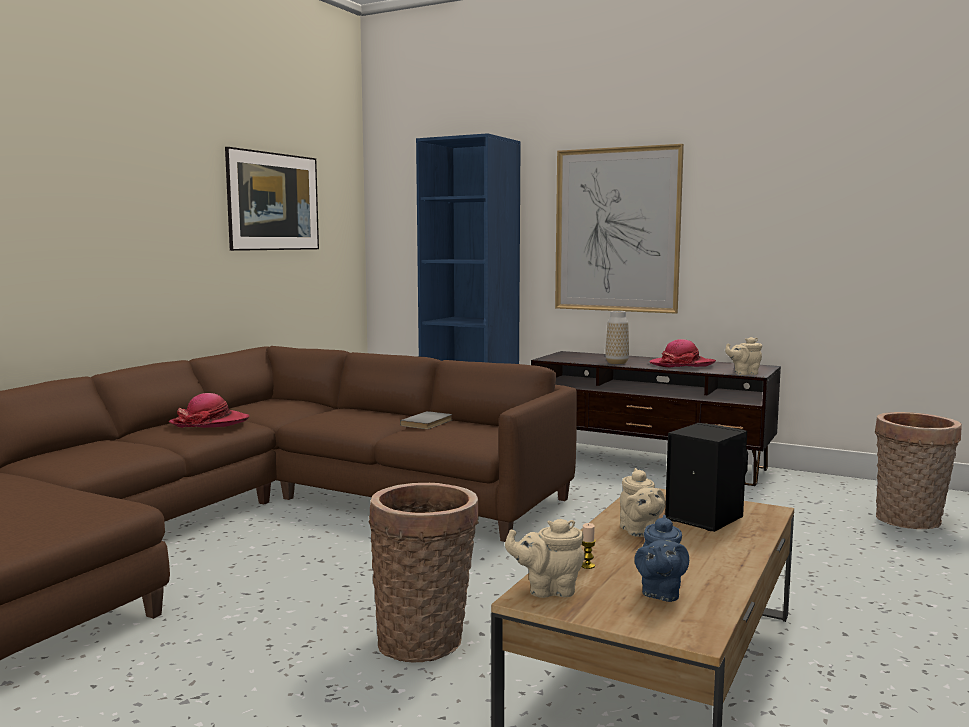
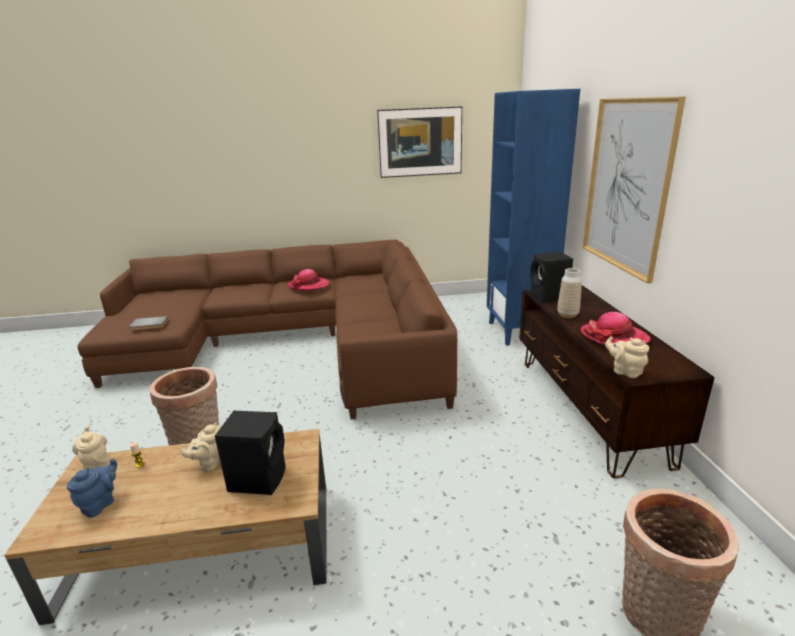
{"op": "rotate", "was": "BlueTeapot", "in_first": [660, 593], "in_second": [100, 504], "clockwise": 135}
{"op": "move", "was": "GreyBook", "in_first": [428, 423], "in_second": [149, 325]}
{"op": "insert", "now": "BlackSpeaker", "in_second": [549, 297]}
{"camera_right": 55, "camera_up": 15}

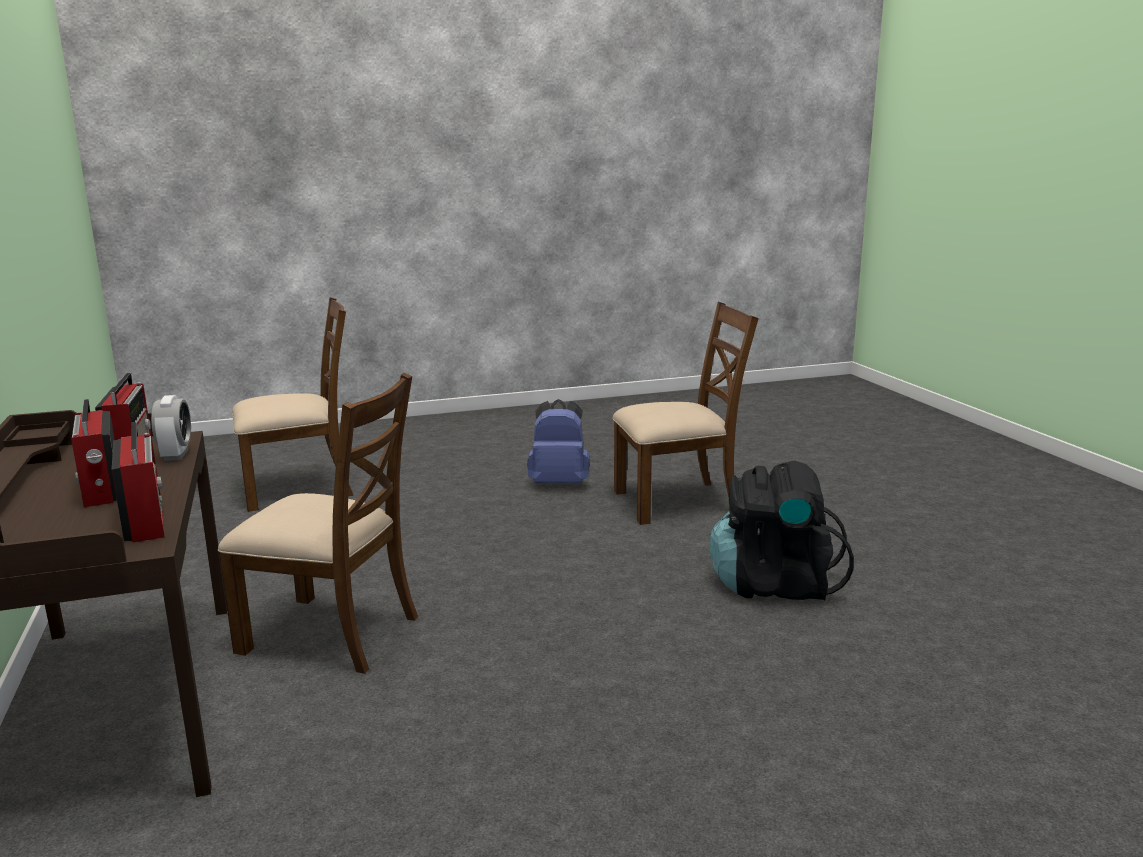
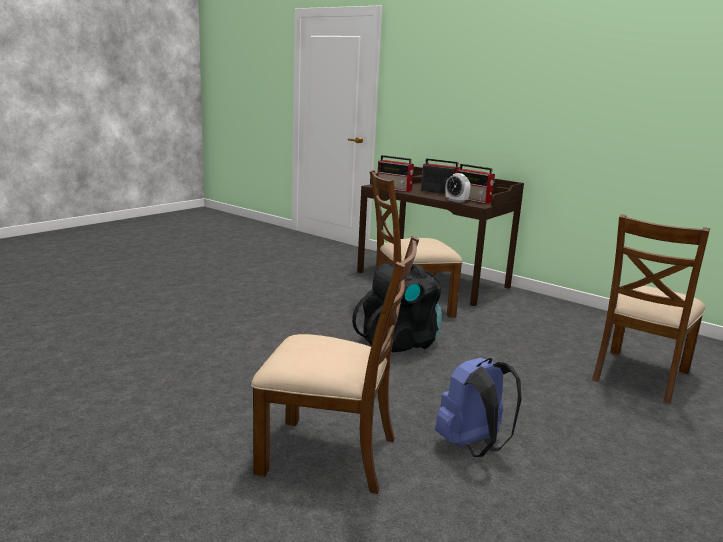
{"op": "rotate", "was": "BrownChair", "in_first": [677, 501], "in_second": [330, 454], "clockwise": -120}
{"op": "move", "was": "BlackBackpack", "in_first": [773, 585], "in_second": [399, 342]}
{"camera_right": 145, "camera_up": 0}

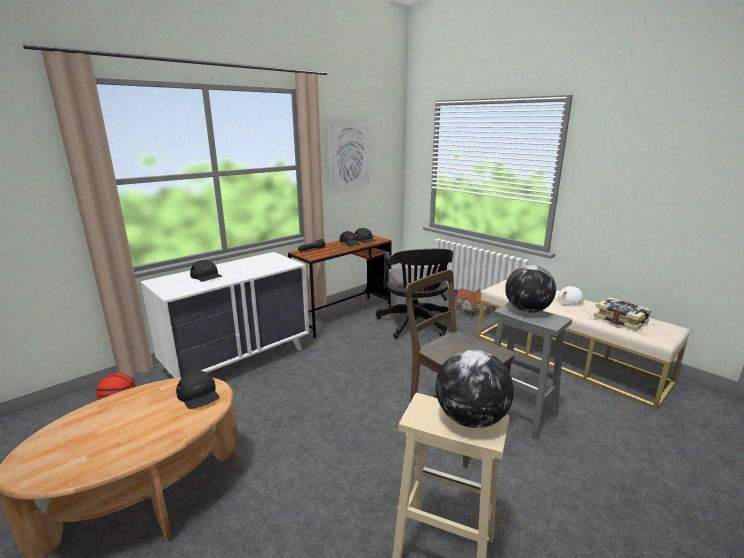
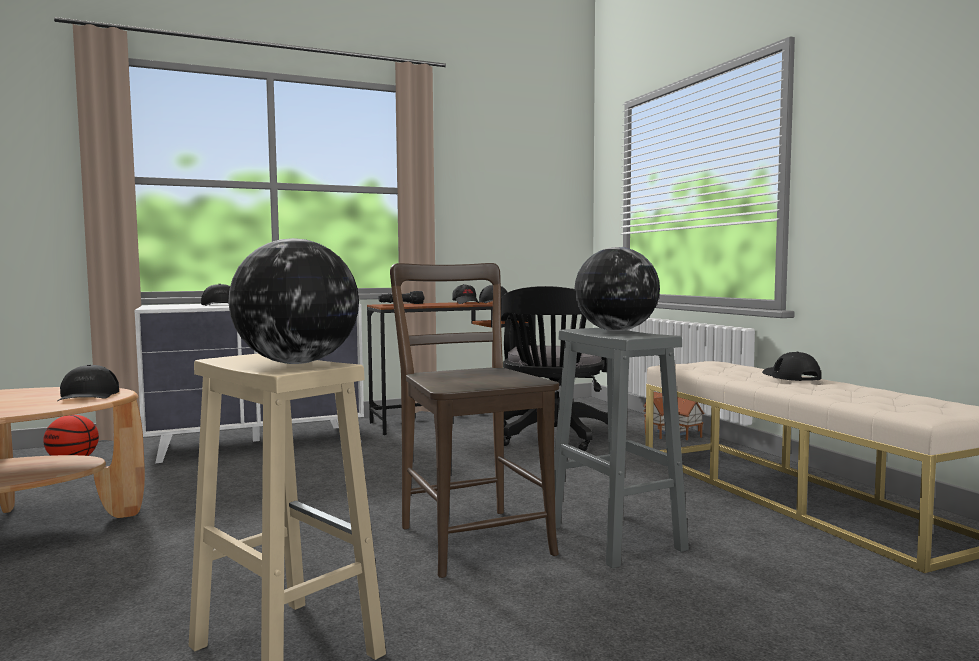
{"op": "recolor", "was": "WhiteCap", "now": "BlackCap", "in_first": [566, 298], "in_second": [790, 376]}
{"op": "delete", "was": "Picture", "in_first": [348, 155]}
{"op": "delete", "was": "Book", "in_first": [620, 320]}
{"camera_right": 20, "camera_up": -15}

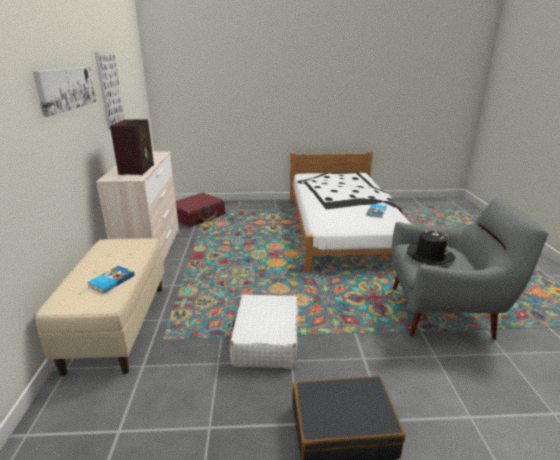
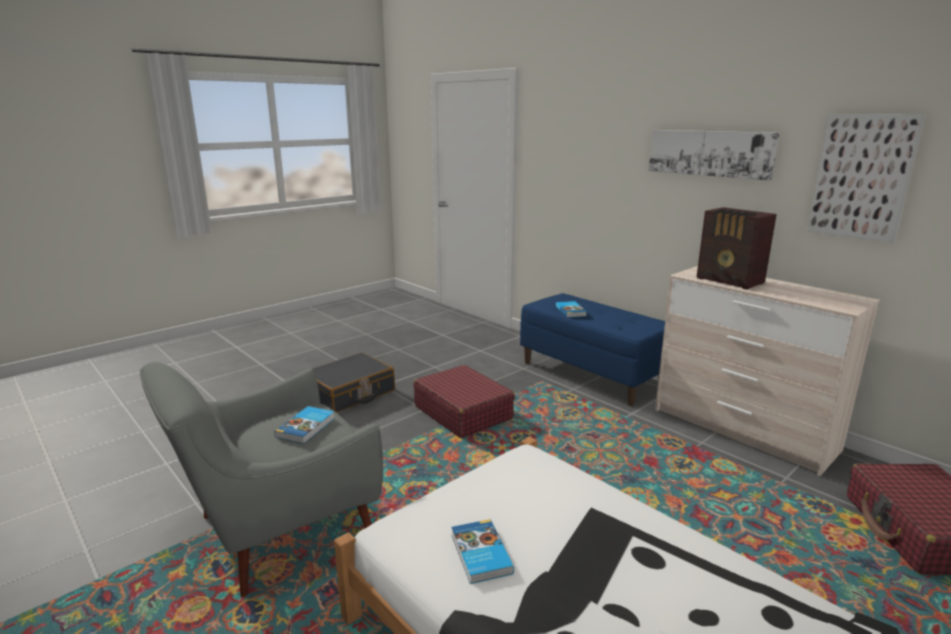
{"op": "replace", "was": "BlackHat", "now": "Book", "in_first": [429, 256], "in_second": [307, 427]}
{"op": "recolor", "was": "WhiteSuitcase", "now": "RedSuitcase", "in_first": [266, 340], "in_second": [463, 412]}
{"op": "recolor", "was": "BeigeBench", "now": "BlueBench", "in_first": [118, 325], "in_second": [592, 374]}
{"camera_right": 140, "camera_up": -5}

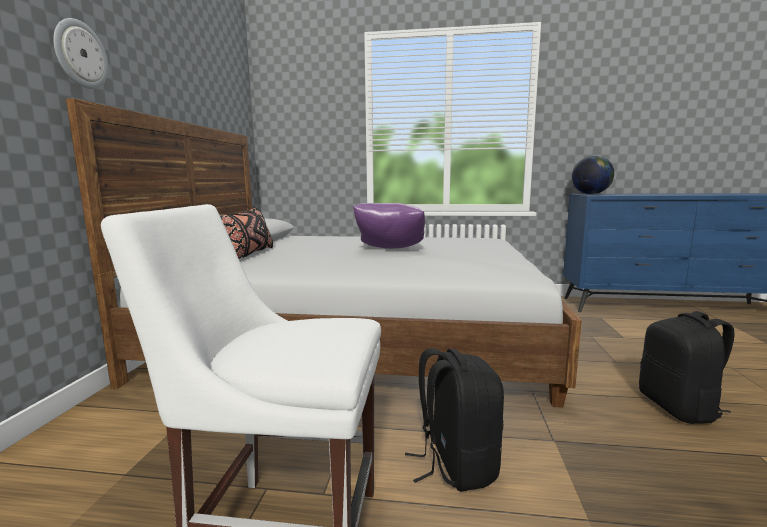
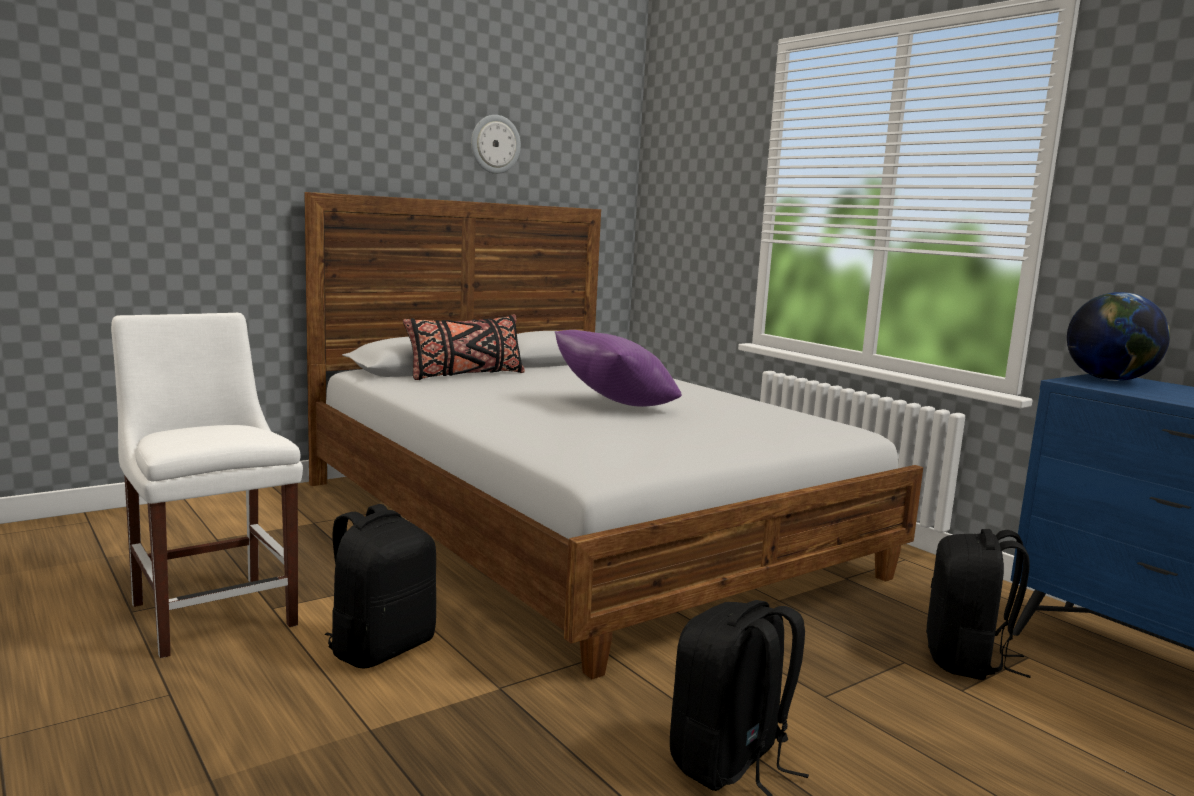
{"op": "move", "was": "WallClock", "in_first": [80, 54], "in_second": [495, 144]}
{"op": "insert", "now": "BlackBackpack", "in_second": [966, 660]}
{"camera_right": 45, "camera_up": 0}

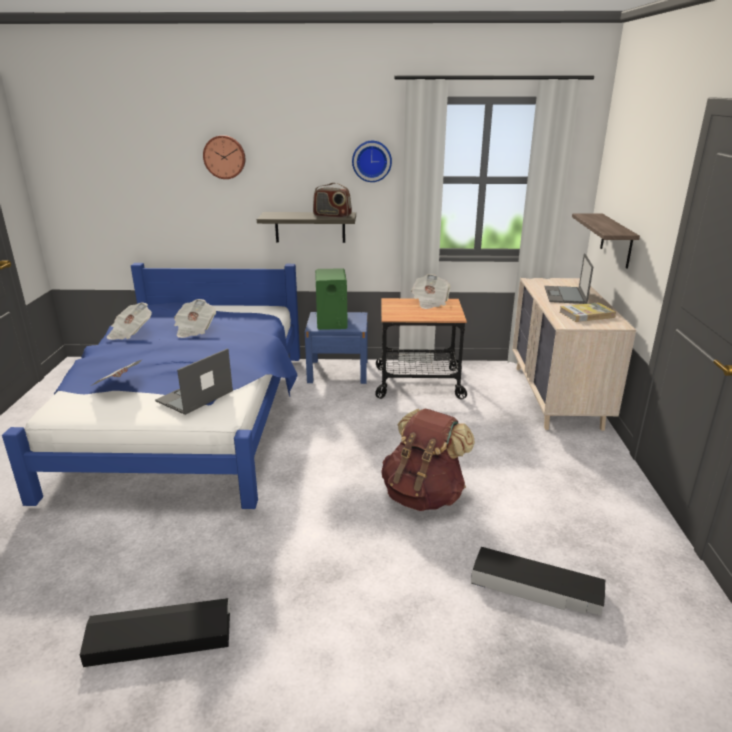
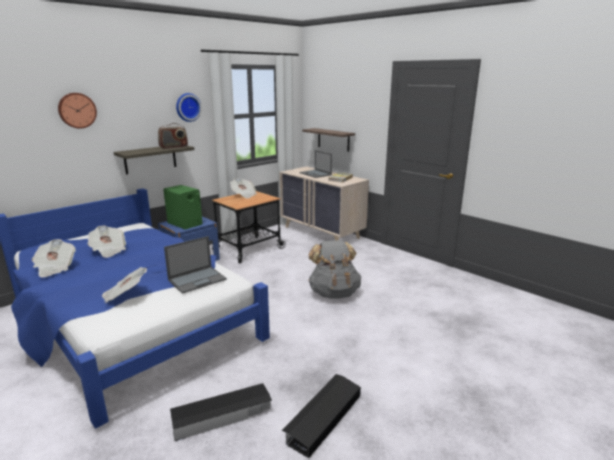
{"op": "rotate", "was": "Laptop", "in_first": [194, 396], "in_second": [198, 279], "clockwise": -120}
{"op": "move", "was": "BlackStorageBox", "in_first": [536, 588], "in_second": [222, 415]}
{"op": "recolor", "was": "BrownBackpack", "now": "GreyBackpack", "in_first": [423, 495], "in_second": [334, 293]}
{"camera_right": -45, "camera_up": -5}

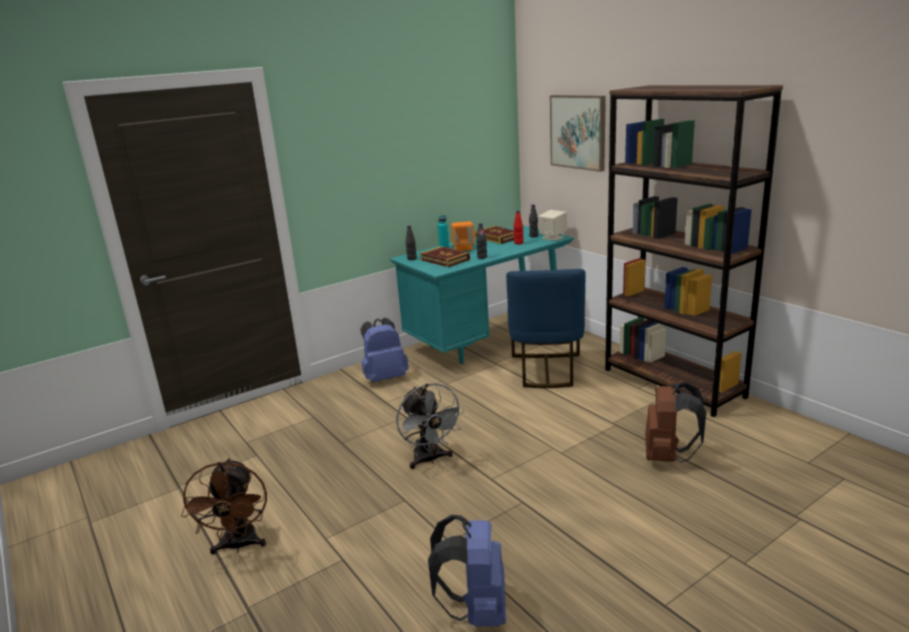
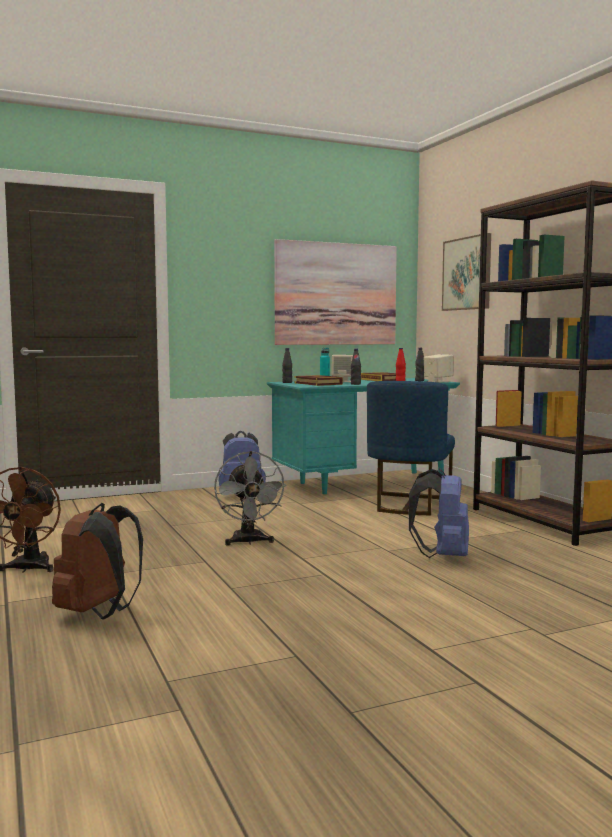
{"op": "move", "was": "BrownBackpack", "in_first": [668, 456], "in_second": [99, 612]}
{"op": "insert", "now": "Picture", "in_second": [336, 294]}
{"op": "recolor", "was": "OrangeSpeaker", "now": "BeigeSpeaker", "in_first": [463, 248], "in_second": [343, 381]}
{"op": "move", "was": "BlueBackpack", "in_first": [476, 610], "in_second": [443, 556]}
{"camera_right": 10, "camera_up": -15}

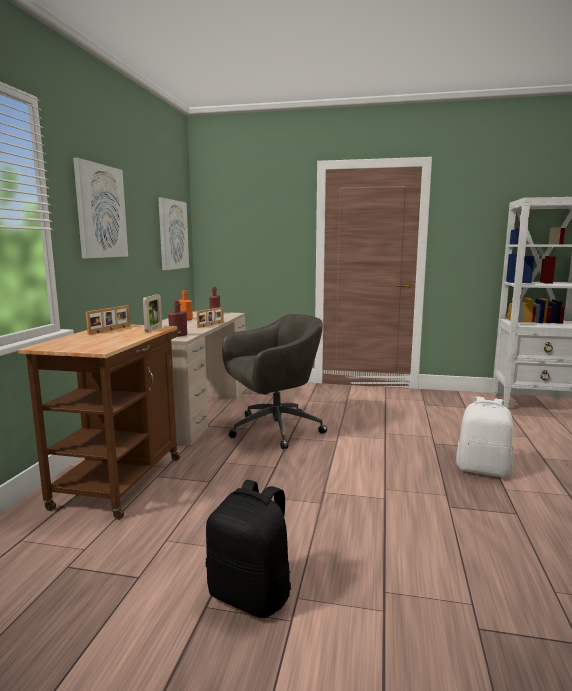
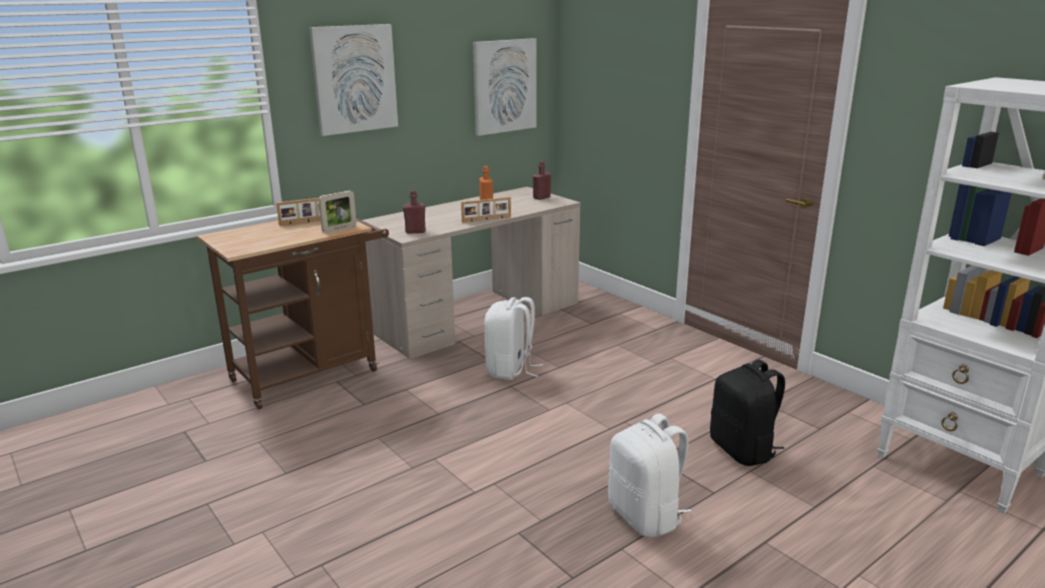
{"op": "replace", "was": "GreyOfficeChair", "now": "WhiteBackpack", "in_first": [273, 430], "in_second": [510, 370]}
{"op": "move", "was": "BlackBackpack", "in_first": [252, 595], "in_second": [743, 450]}
{"camera_right": 40, "camera_up": 10}

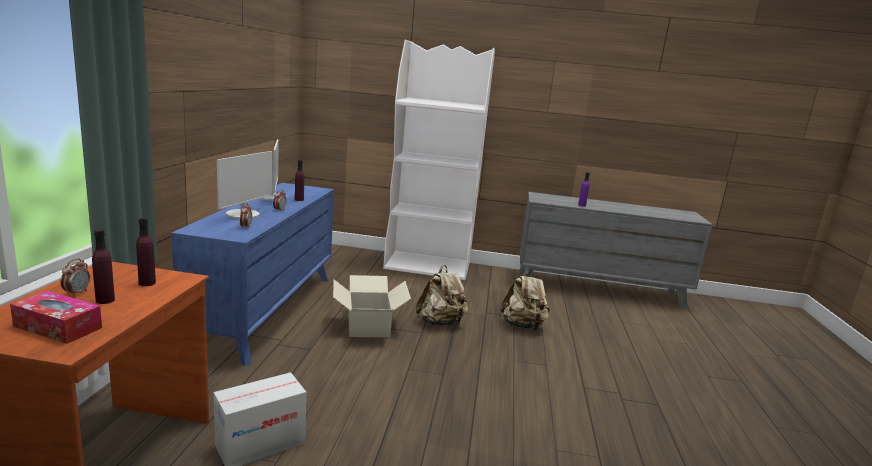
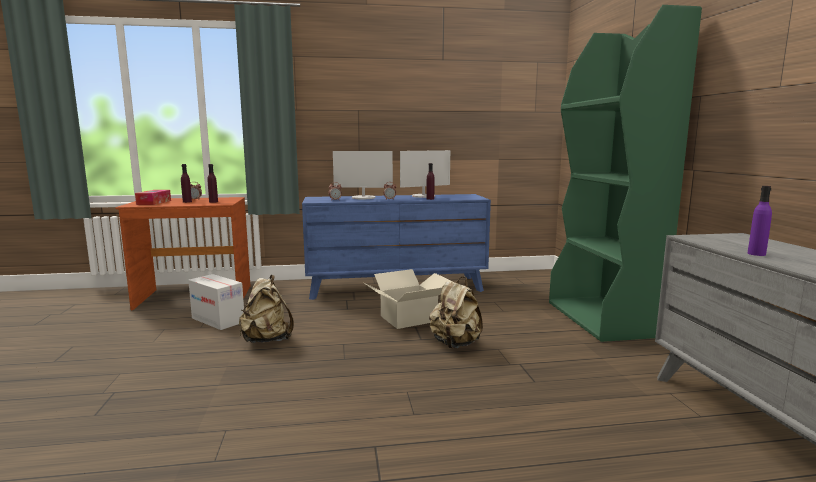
{"op": "move", "was": "BeigeBackpack", "in_first": [522, 325], "in_second": [267, 340]}
{"op": "recolor", "was": "WhiteBookcase", "now": "GreenBookcase", "in_first": [428, 266], "in_second": [602, 319]}
{"camera_right": 75, "camera_up": -5}

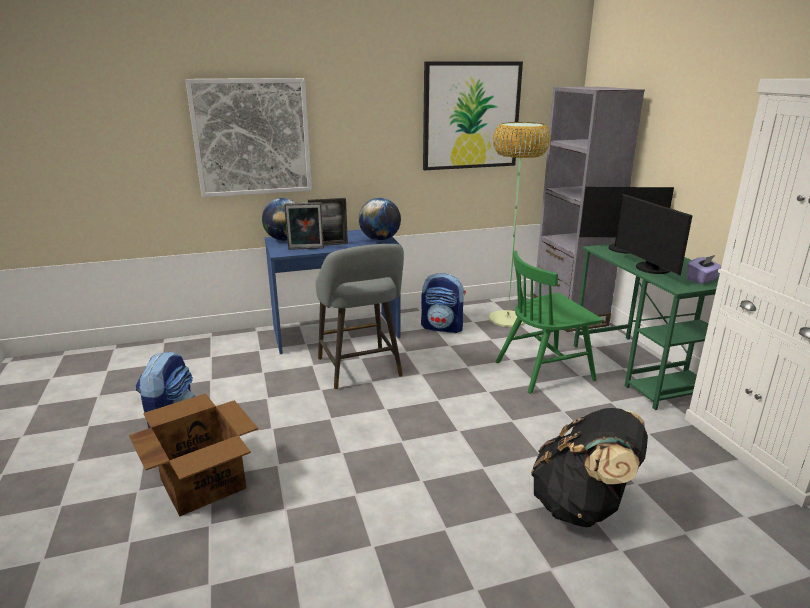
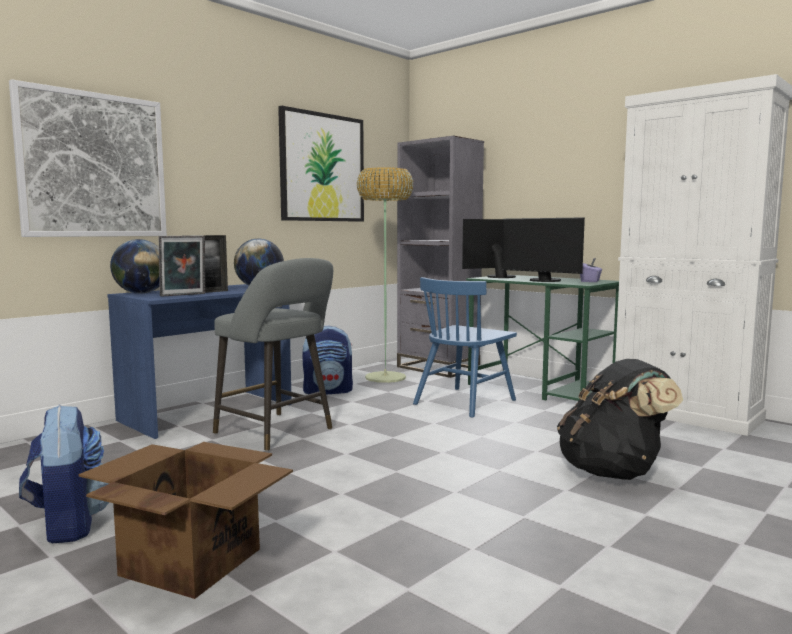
{"op": "recolor", "was": "GreenChair", "now": "BlueChair", "in_first": [544, 370], "in_second": [464, 402]}
{"camera_right": -30, "camera_up": -15}

